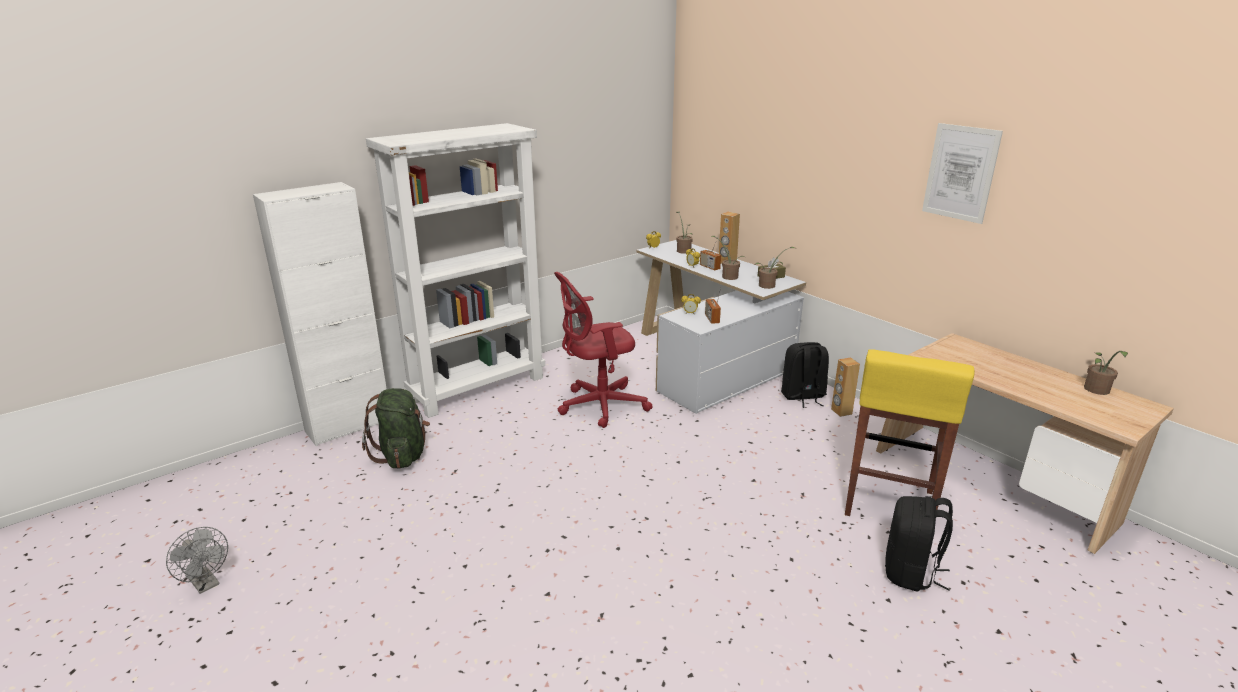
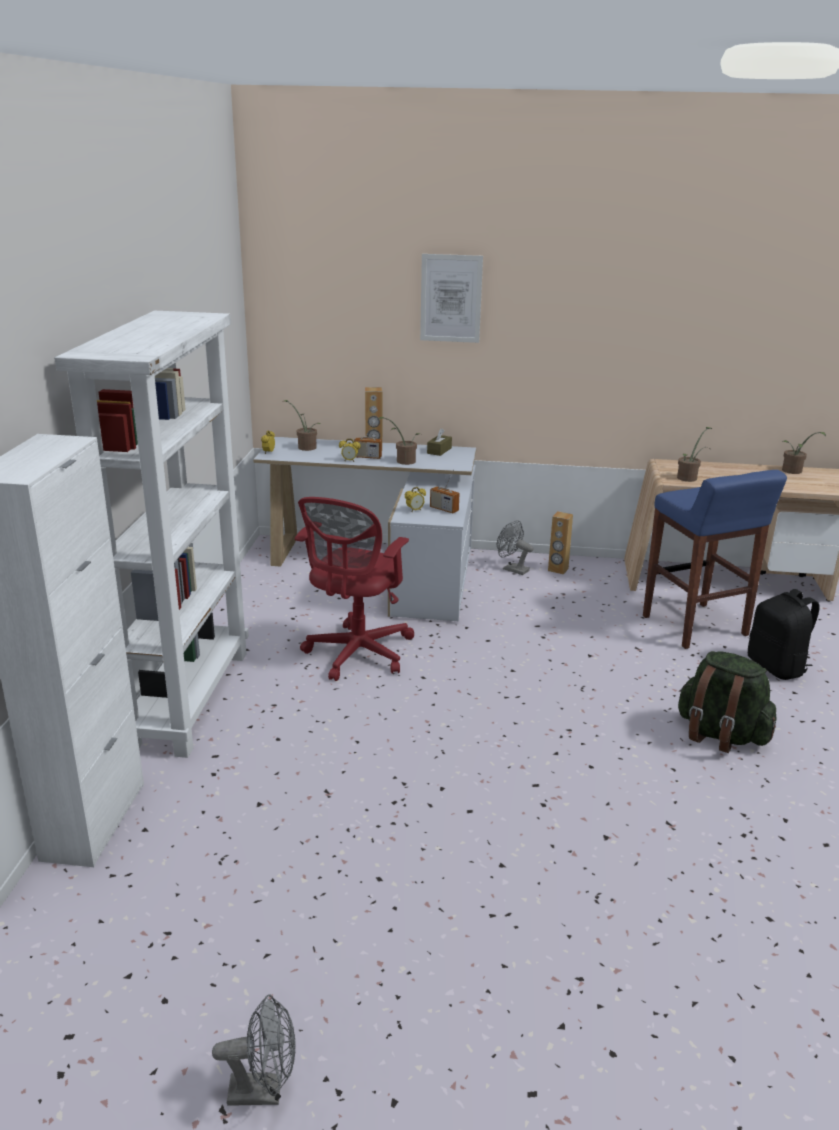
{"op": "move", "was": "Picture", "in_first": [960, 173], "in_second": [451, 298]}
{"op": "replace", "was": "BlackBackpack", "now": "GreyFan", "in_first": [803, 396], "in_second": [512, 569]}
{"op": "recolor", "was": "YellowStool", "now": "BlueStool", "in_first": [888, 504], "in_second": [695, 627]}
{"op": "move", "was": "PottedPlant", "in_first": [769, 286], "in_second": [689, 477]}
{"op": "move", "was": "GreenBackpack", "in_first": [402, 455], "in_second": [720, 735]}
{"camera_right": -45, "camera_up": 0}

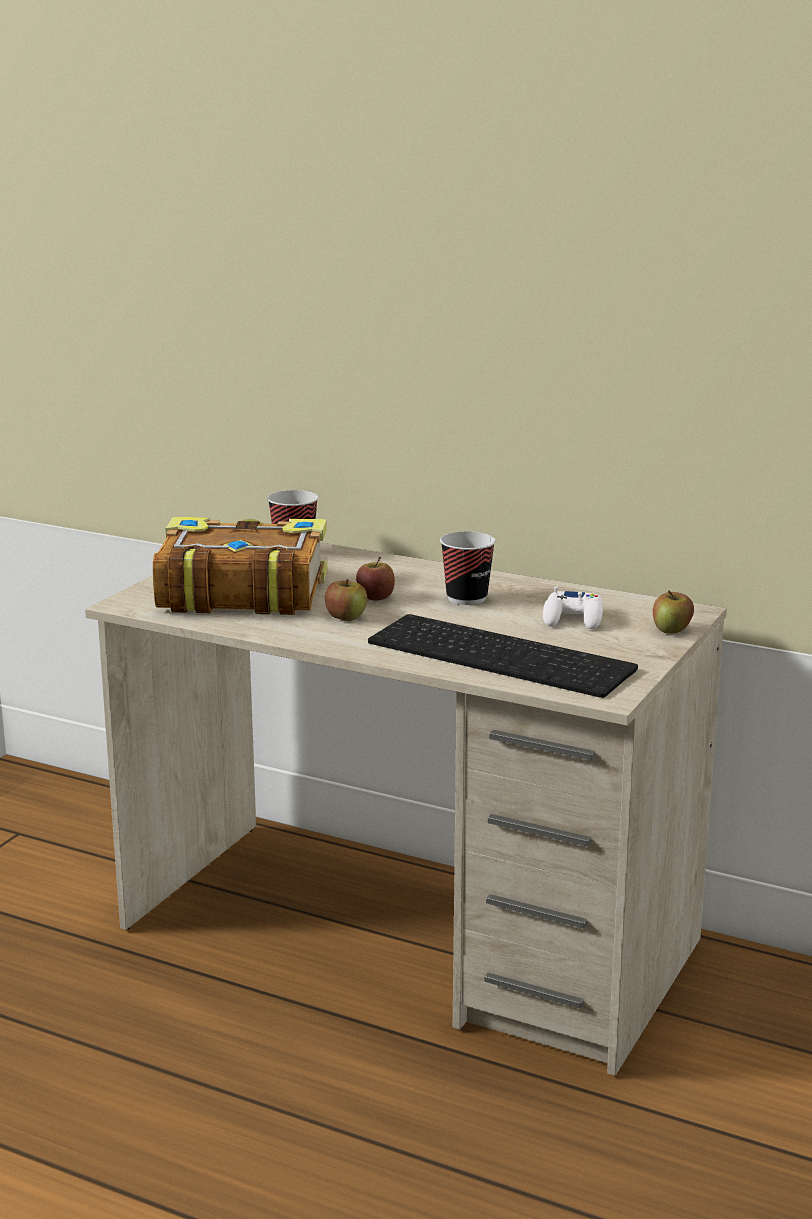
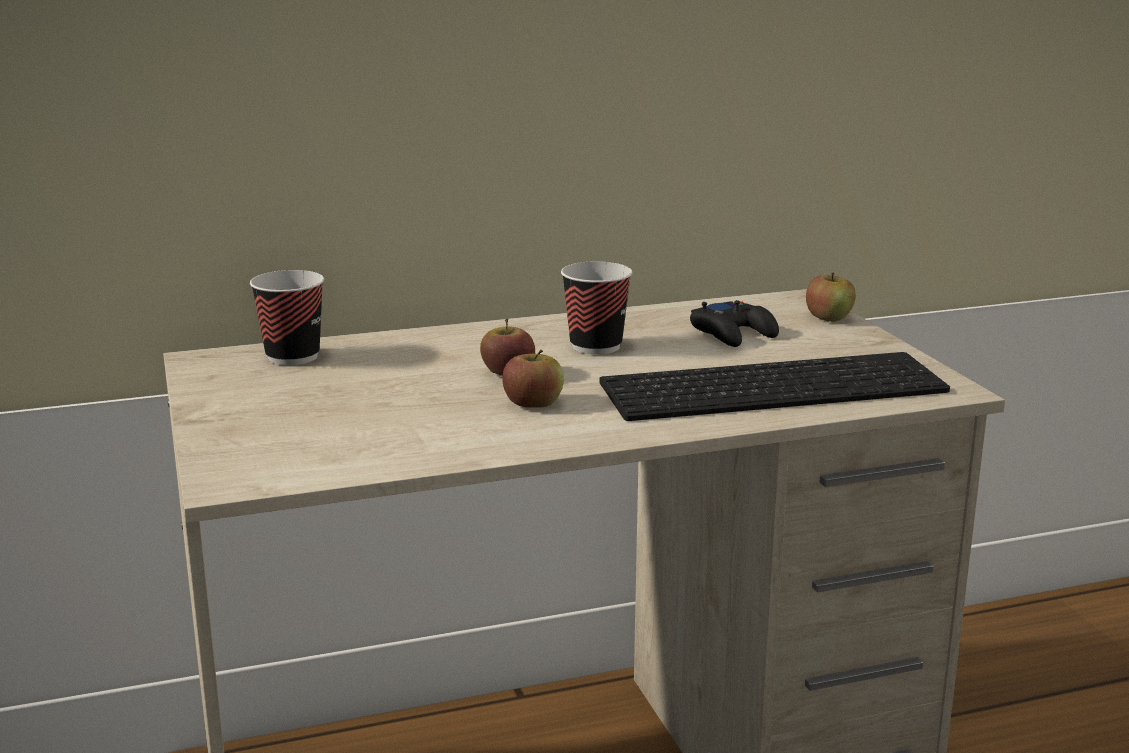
{"op": "recolor", "was": "WhiteGameController", "now": "BlackGameController", "in_first": [573, 618], "in_second": [733, 333]}
{"op": "delete", "was": "Book", "in_first": [240, 591]}
{"camera_right": -45, "camera_up": 0}

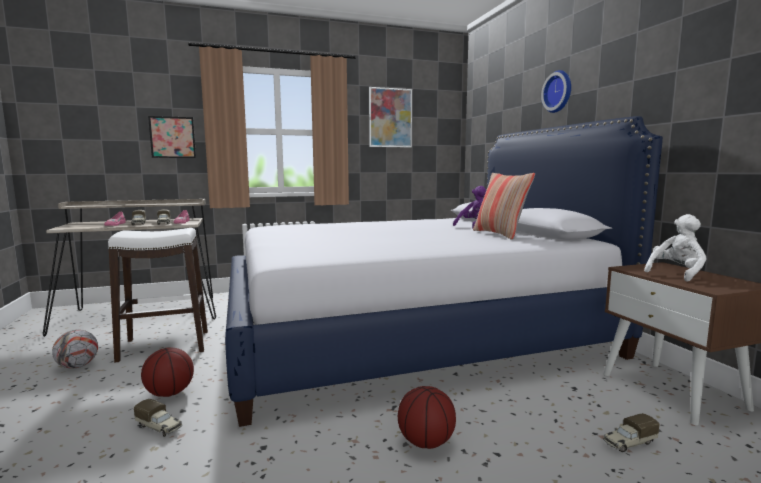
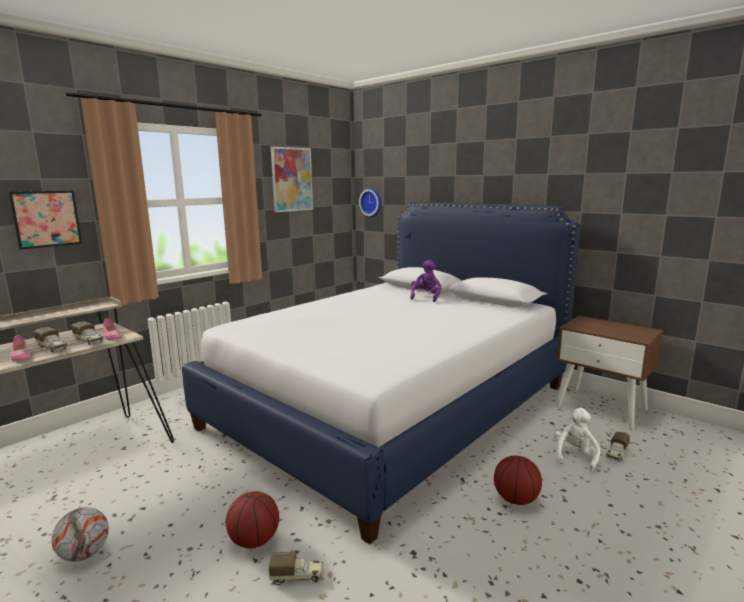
{"op": "move", "was": "WallClock", "in_first": [559, 92], "in_second": [372, 202]}
{"op": "move", "was": "WhitePlushToy", "in_first": [676, 273], "in_second": [574, 456]}
{"op": "delete", "was": "WhiteStool", "in_first": [164, 346]}
{"op": "delete", "was": "Pillow", "in_first": [500, 234]}
{"camera_right": -30, "camera_up": 5}

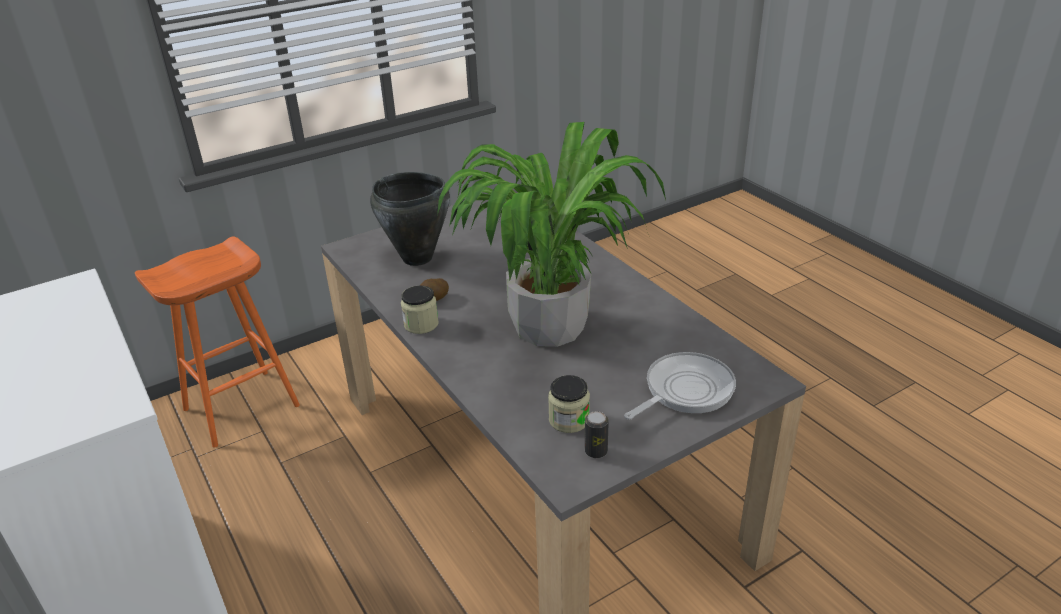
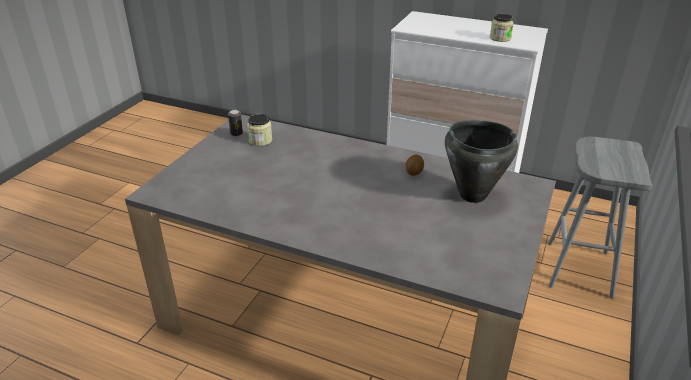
{"op": "move", "was": "Jar", "in_first": [421, 324], "in_second": [500, 38]}
{"op": "recolor", "was": "OrangeStool", "now": "GreyStool", "in_first": [240, 408], "in_second": [577, 268]}
{"op": "delete", "was": "PottedPlant", "in_first": [549, 326]}
{"op": "delete", "was": "FryingPan", "in_first": [685, 390]}
{"camera_right": 145, "camera_up": 0}

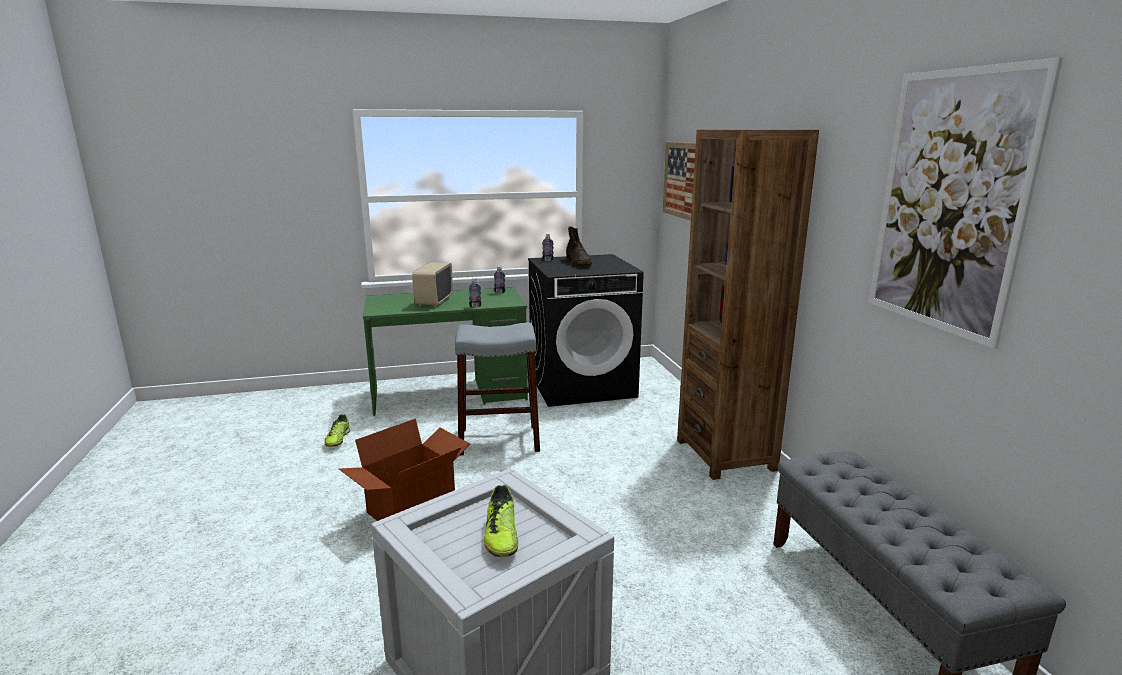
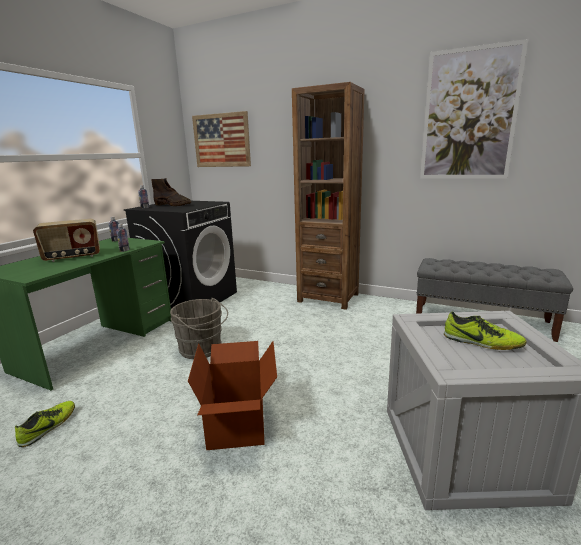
{"op": "rotate", "was": "Shoe", "in_first": [337, 439], "in_second": [49, 427], "clockwise": -105}
{"op": "rotate", "was": "Radio", "in_first": [433, 301], "in_second": [73, 257], "clockwise": -75}
{"op": "replace", "was": "GreyStool", "now": "GreyBucket", "in_first": [499, 440], "in_second": [202, 349]}
{"camera_right": -50, "camera_up": 0}

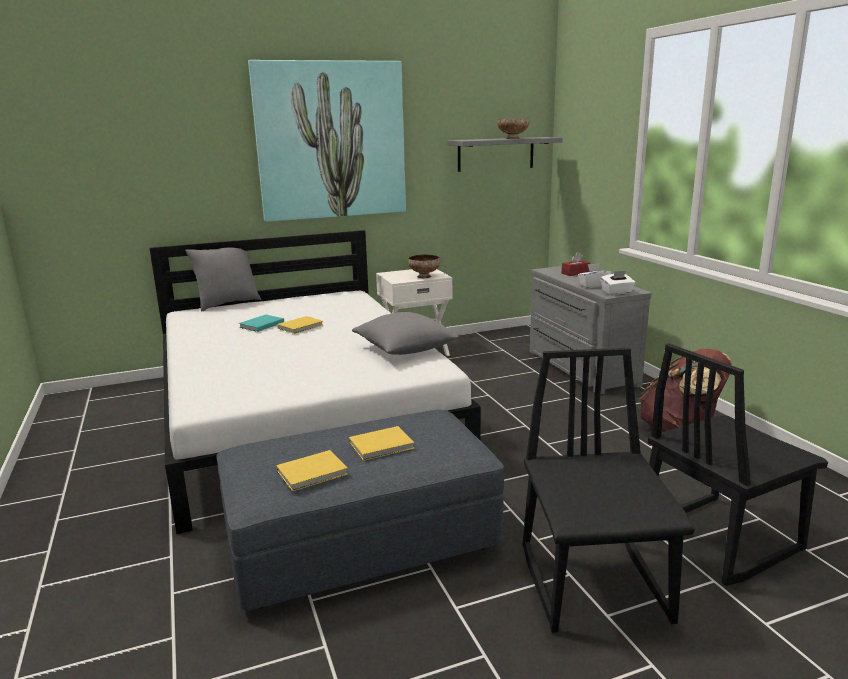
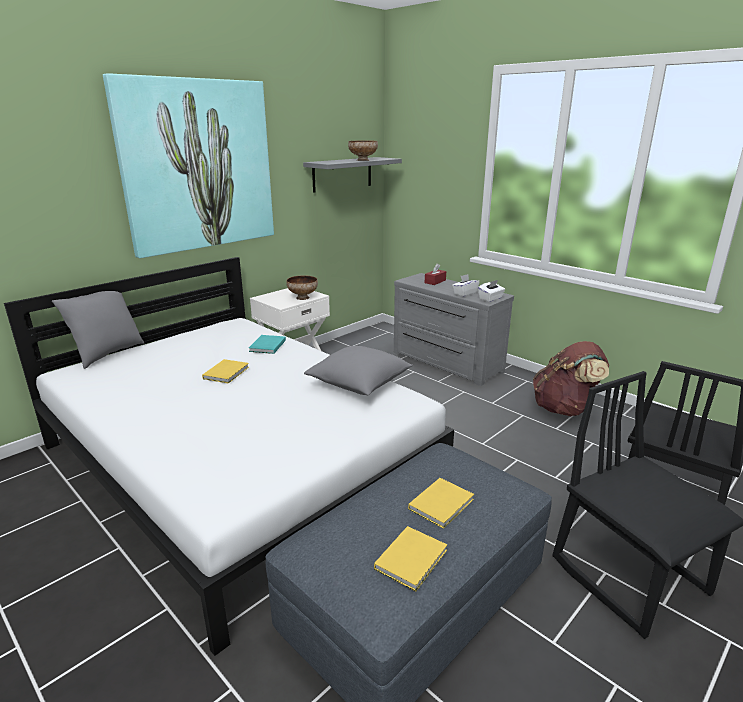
{"op": "move", "was": "TurquoiseBook", "in_first": [260, 325], "in_second": [266, 346]}
{"camera_right": -25, "camera_up": 5}

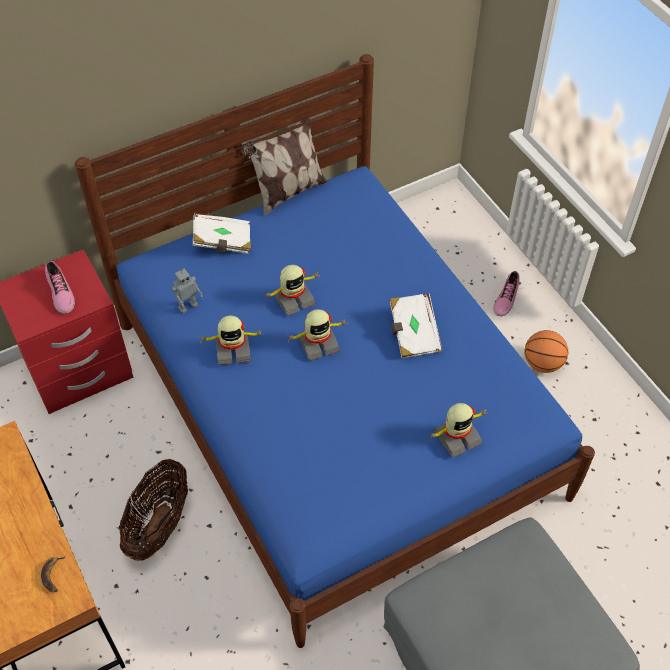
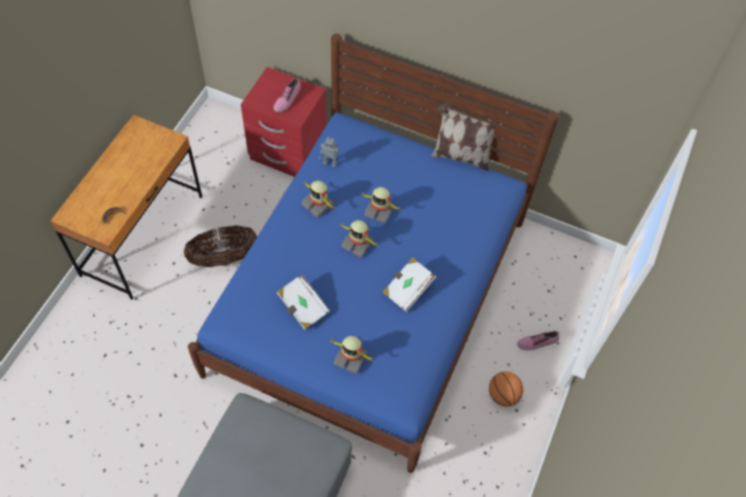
{"op": "move", "was": "WhiteBook", "in_first": [222, 242], "in_second": [302, 307]}
{"camera_right": 50, "camera_up": 5}

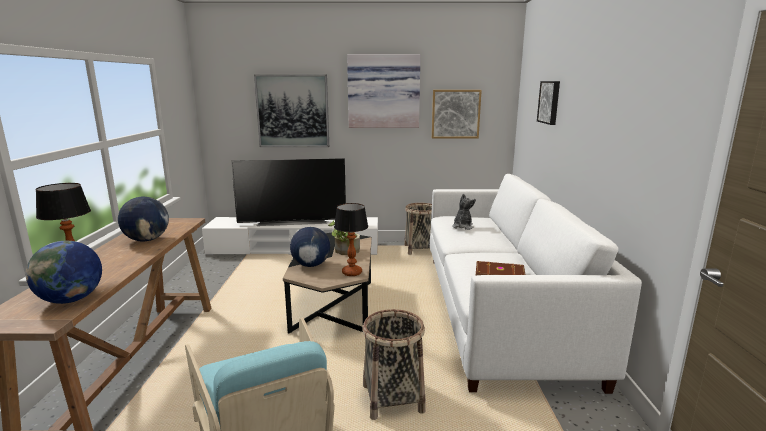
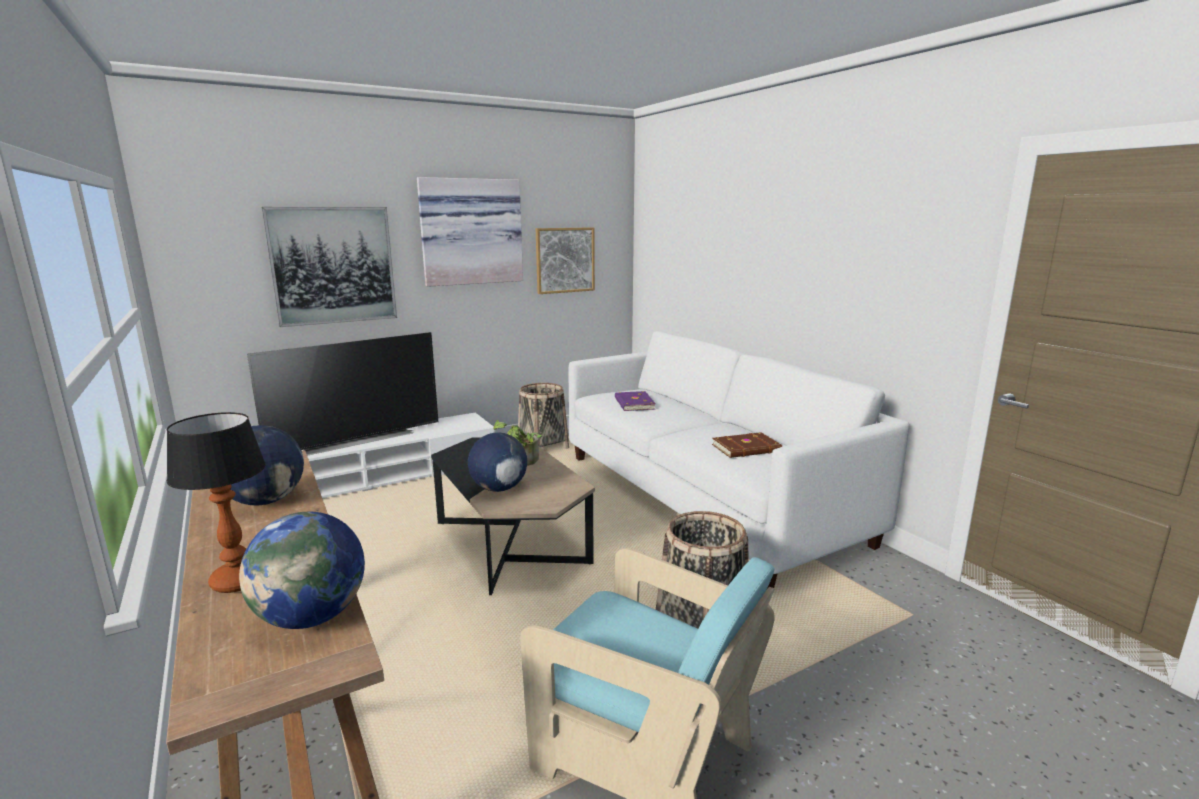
{"op": "replace", "was": "PlushToy", "now": "PurpleBook", "in_first": [462, 227], "in_second": [633, 404]}
{"op": "delete", "was": "TableLamp", "in_first": [351, 272]}
{"op": "delete", "was": "Picture", "in_first": [550, 102]}
{"camera_right": -30, "camera_up": 0}

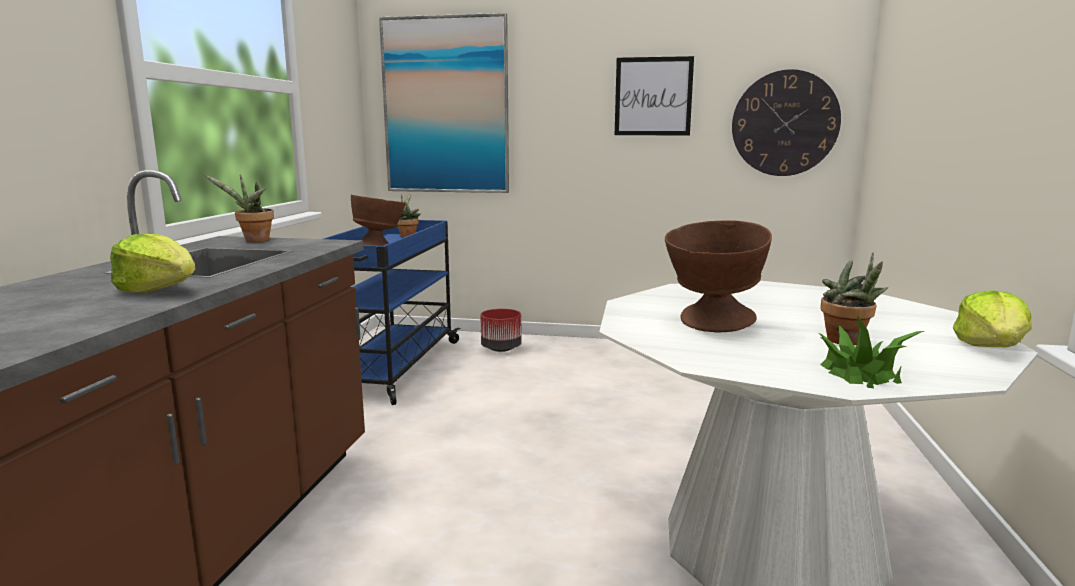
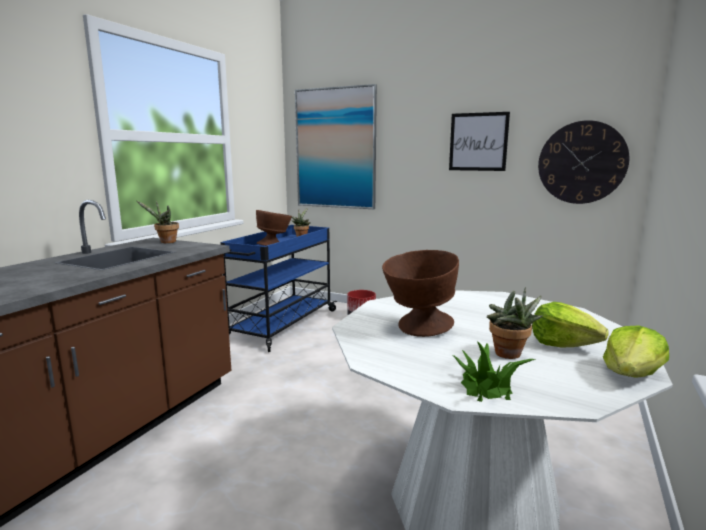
{"op": "move", "was": "Lettuce", "in_first": [158, 290], "in_second": [563, 343]}
{"camera_right": 15, "camera_up": 0}

